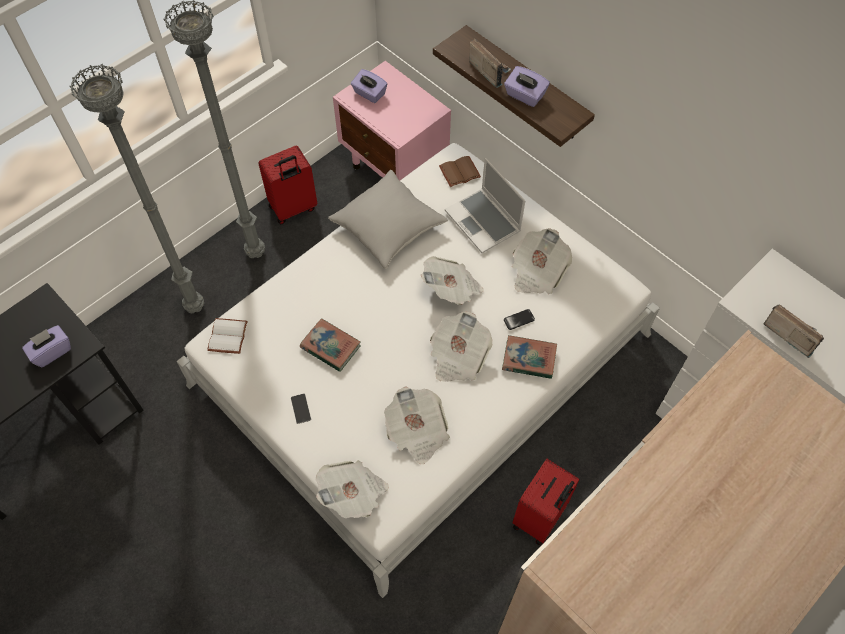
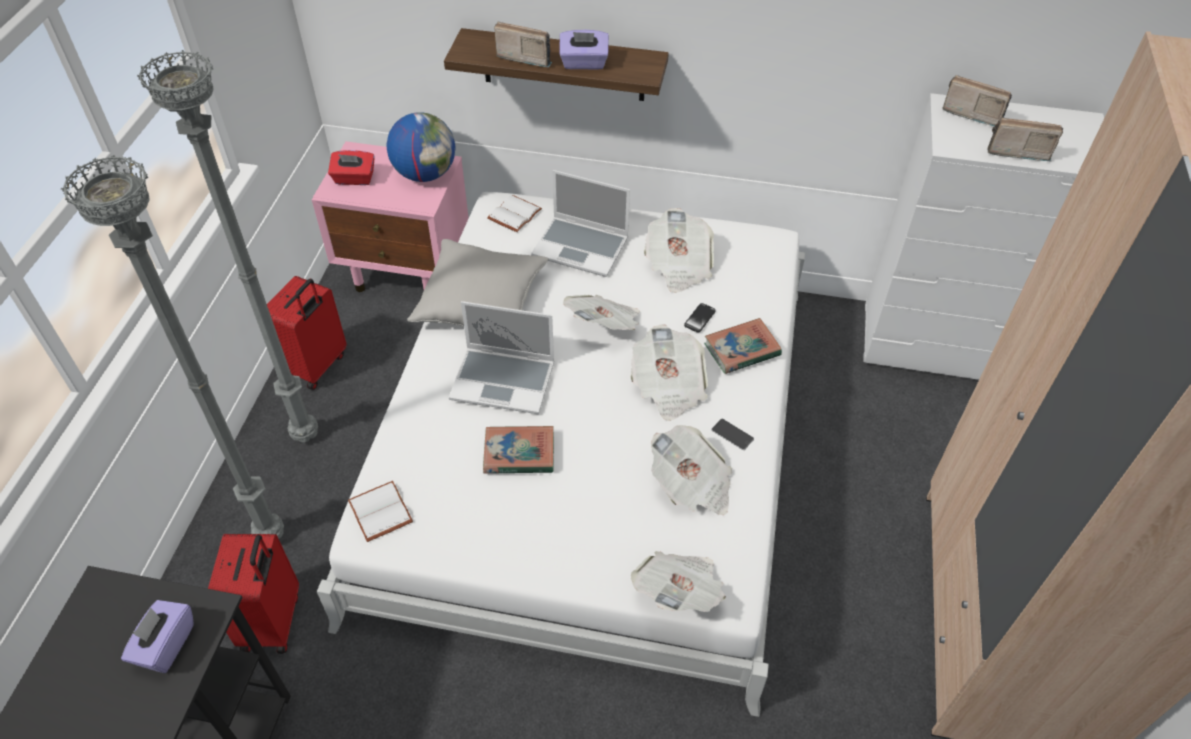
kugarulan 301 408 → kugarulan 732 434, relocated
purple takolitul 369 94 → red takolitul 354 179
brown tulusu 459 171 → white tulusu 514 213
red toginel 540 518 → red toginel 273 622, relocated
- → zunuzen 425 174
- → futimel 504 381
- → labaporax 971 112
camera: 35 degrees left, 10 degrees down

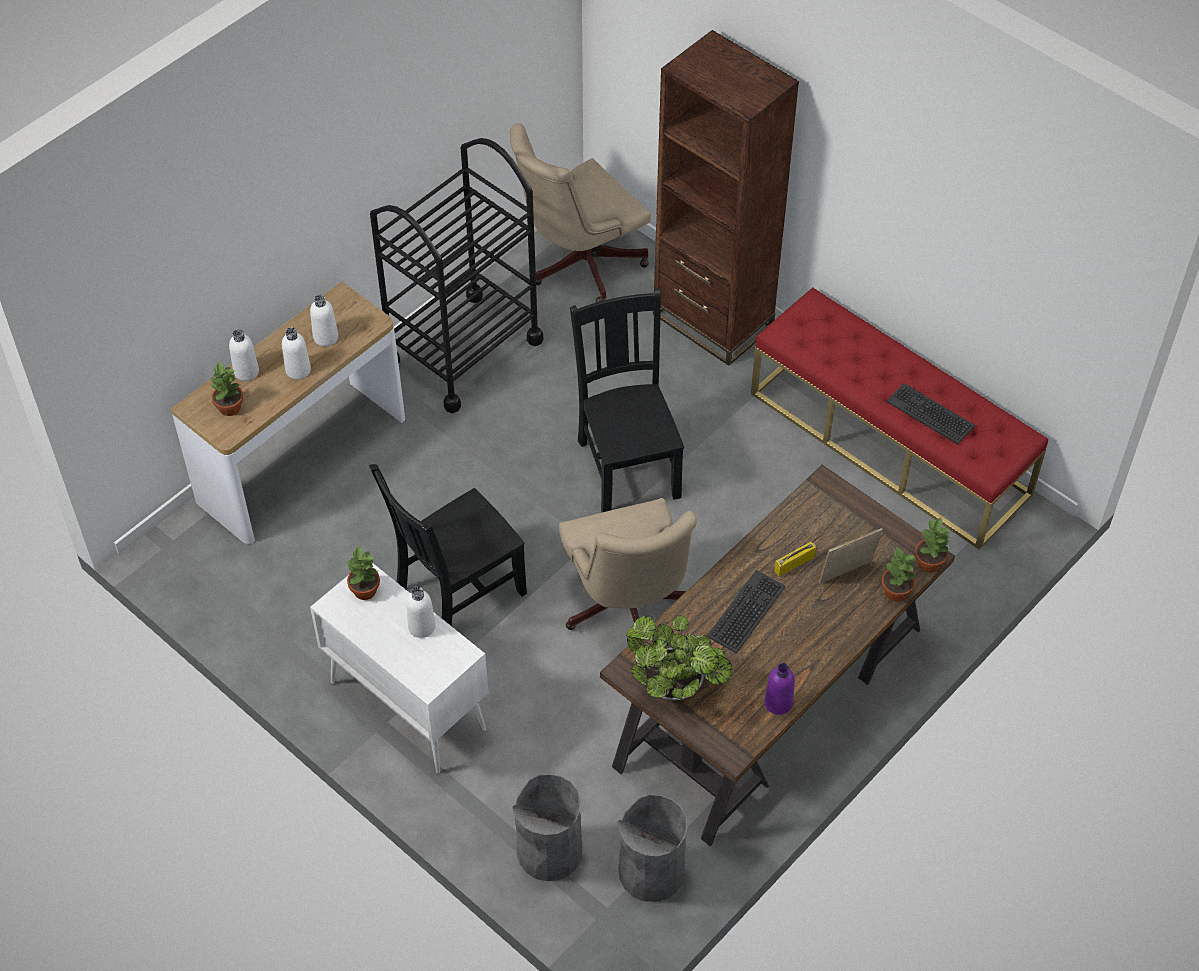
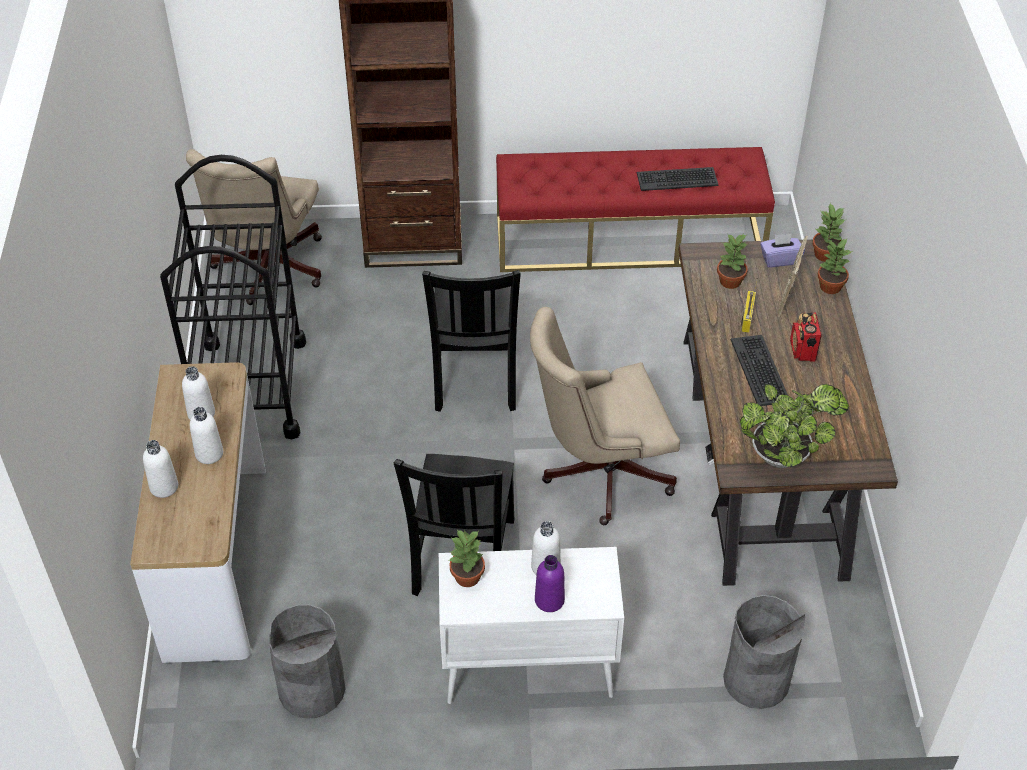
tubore 229 408 → tubore 730 281, relocated
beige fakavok 628 610 → beige fakavok 599 473, 135 degrees clockwise
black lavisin 628 465 → black lavisin 475 378, 120 degrees counterclockwise
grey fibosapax 651 871 → grey fibosapax 311 689, relocated
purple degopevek 778 703 → purple degopevek 549 600, relocated
- → purple takolitul 780 259
- → labaporax 803 351
camera: 45 degrees left, 5 degrees down

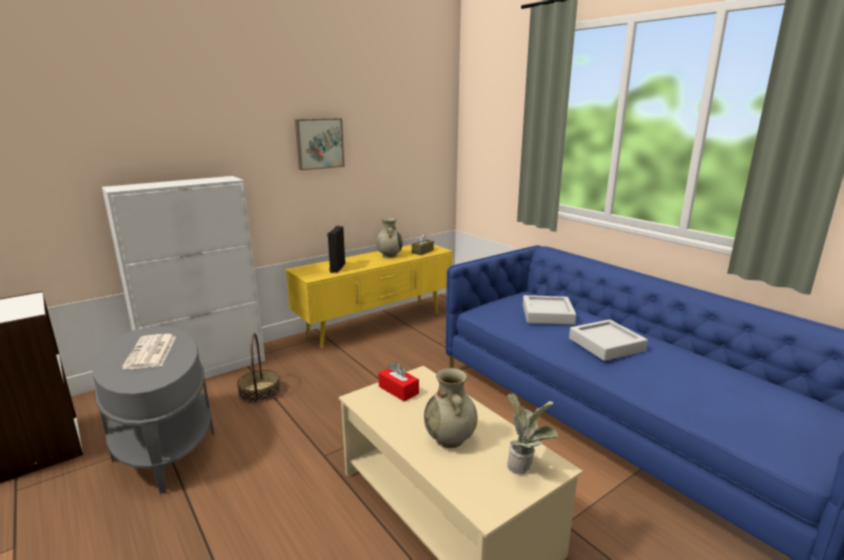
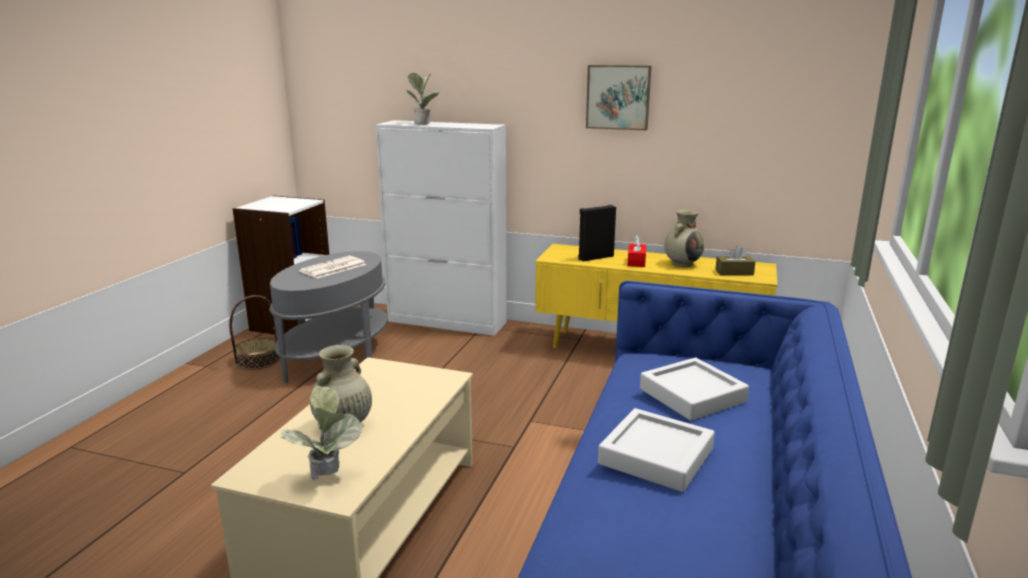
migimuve 260 392 → migimuve 258 360, relocated
red takolitul 398 390 → red takolitul 636 261, relocated
- → tubore 424 123
camera: 55 degrees right, 0 degrees up

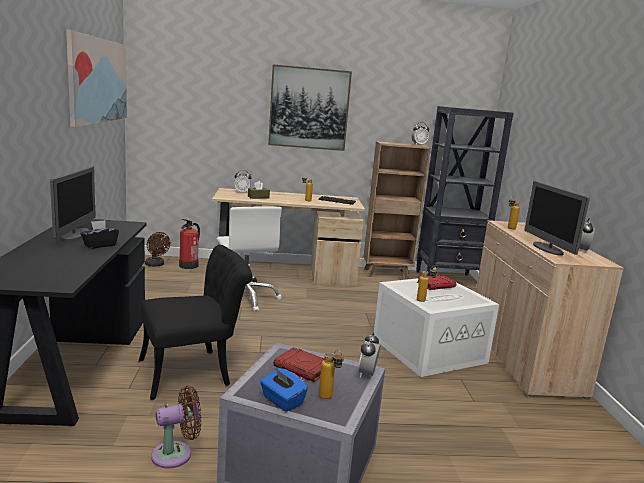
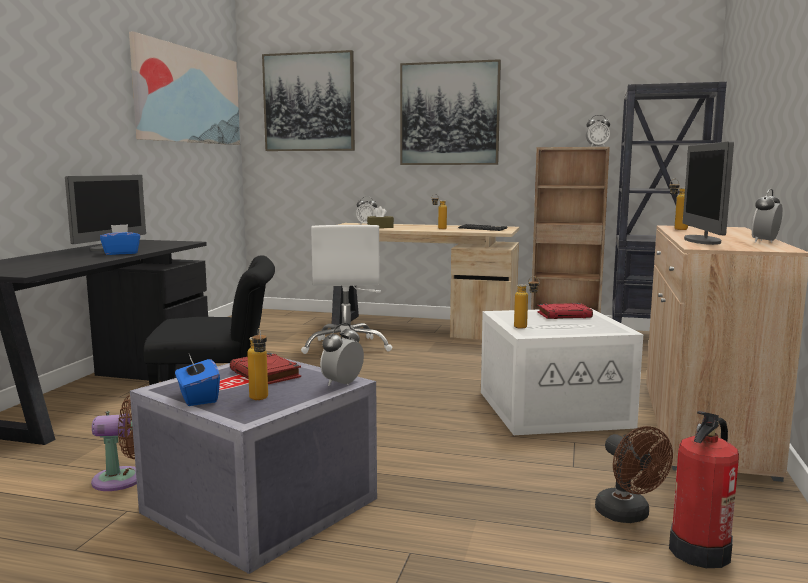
black takolitul 100 245 → blue takolitul 121 253
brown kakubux 156 265 → brown kakubux 628 515, relocated
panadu 189 266 → panadu 700 551, relocated
- → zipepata 309 102
camera: 20 degrees right, 5 degrees down

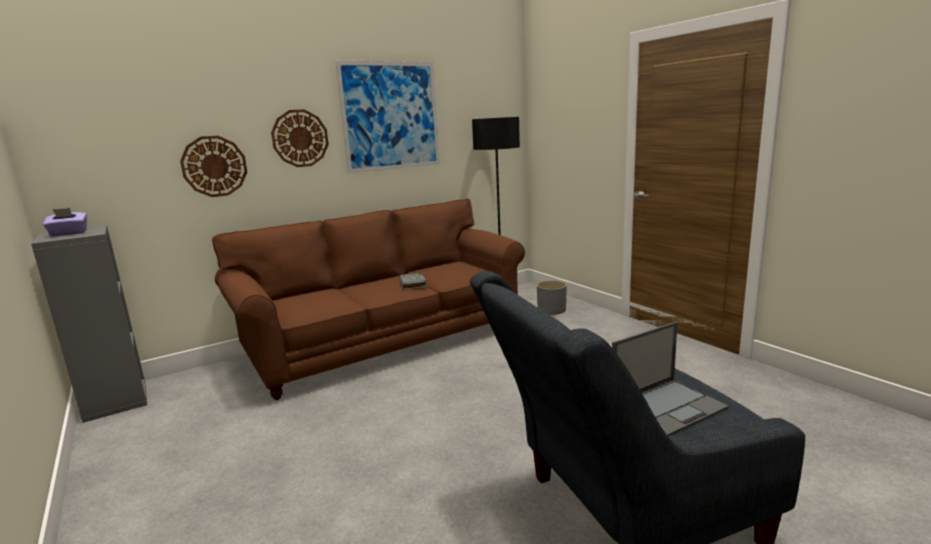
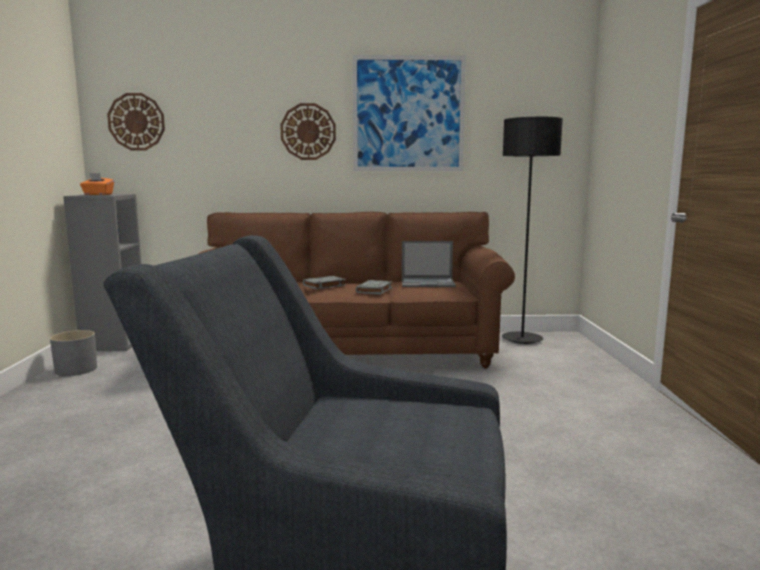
purple takolitul 69 234 → orange takolitul 98 194
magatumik 214 166 → magatumik 136 122, relocated
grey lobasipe 552 309 → grey lobasipe 76 369, relocated
futimel 668 407 → futimel 428 283, relocated
- → grey tulusu 324 285
camera: 30 degrees right, 5 degrees down

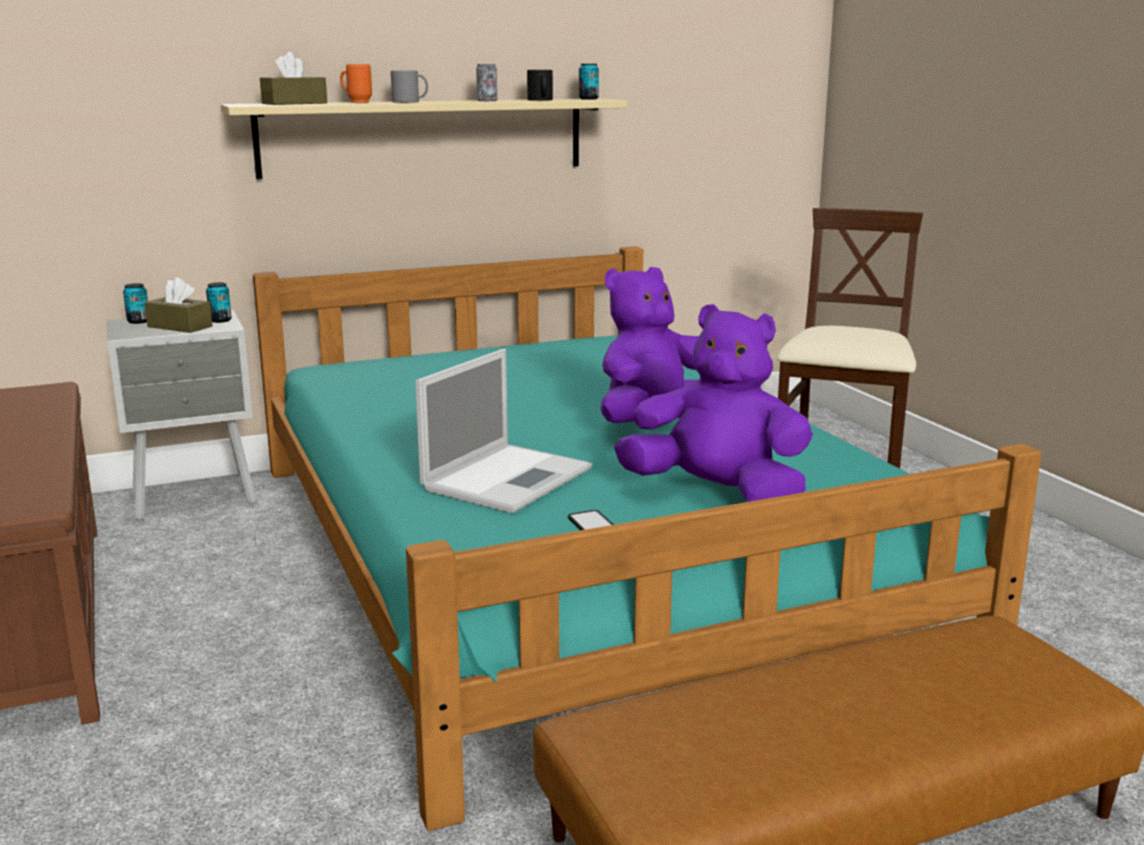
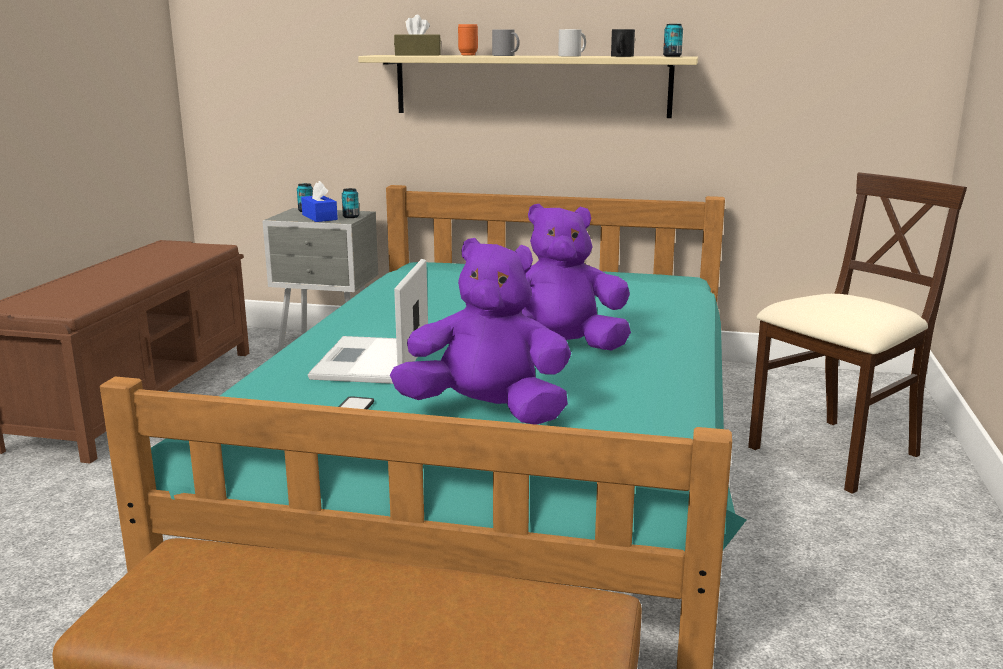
brown takolitul 180 326 → blue takolitul 319 217
futimel 509 478 → futimel 371 362, 120 degrees clockwise
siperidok 487 101 → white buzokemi 572 56
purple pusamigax 716 493 → purple pusamigax 487 411, 45 degrees counterclockwise
camera: 35 degrees right, 0 degrees up

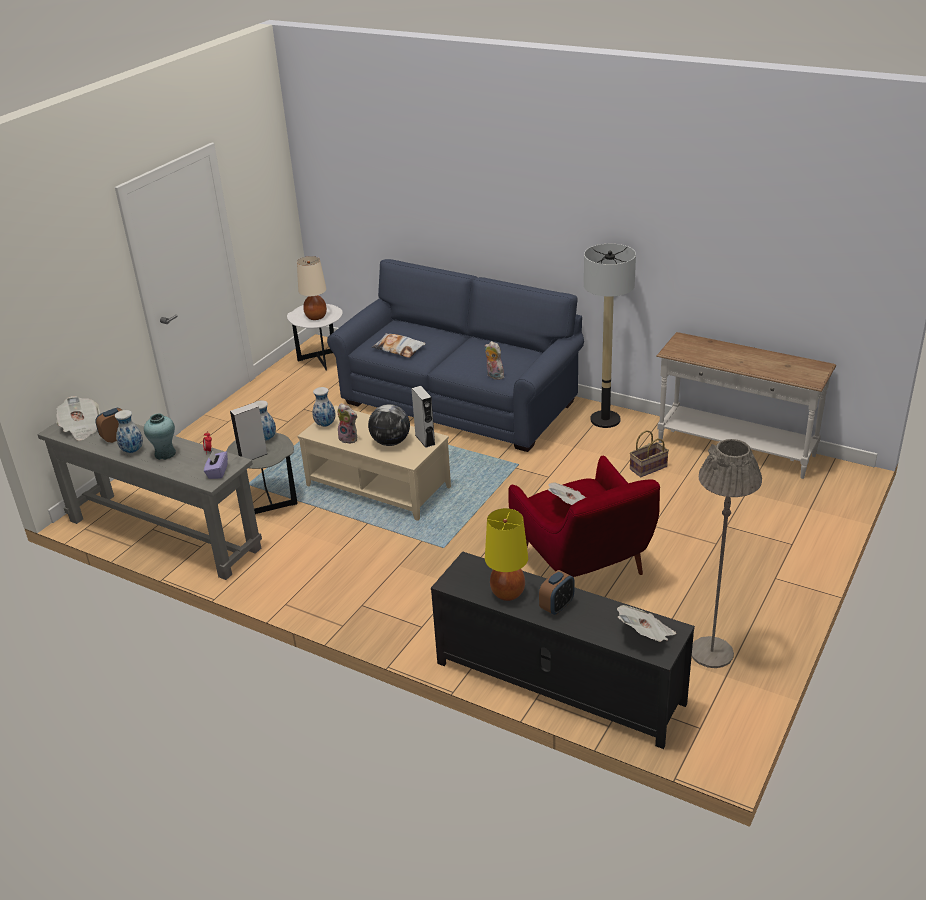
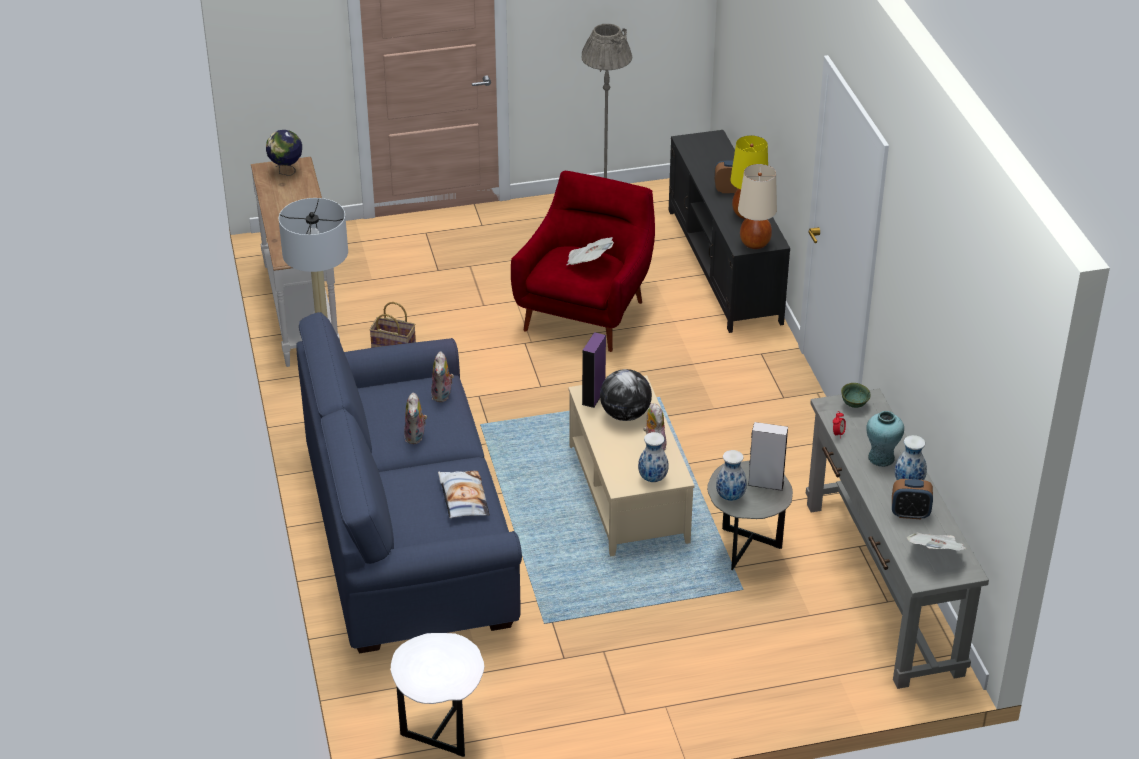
purple takolitul 217 472 → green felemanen 854 404
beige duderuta 316 317 → beige duderuta 754 243, relocated
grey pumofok 425 440 → purple pumofok 593 396
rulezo 645 635 → -
- → zunuzen 286 171
- → pusamigax 416 437
camera: 135 degrees left, 5 degrees up

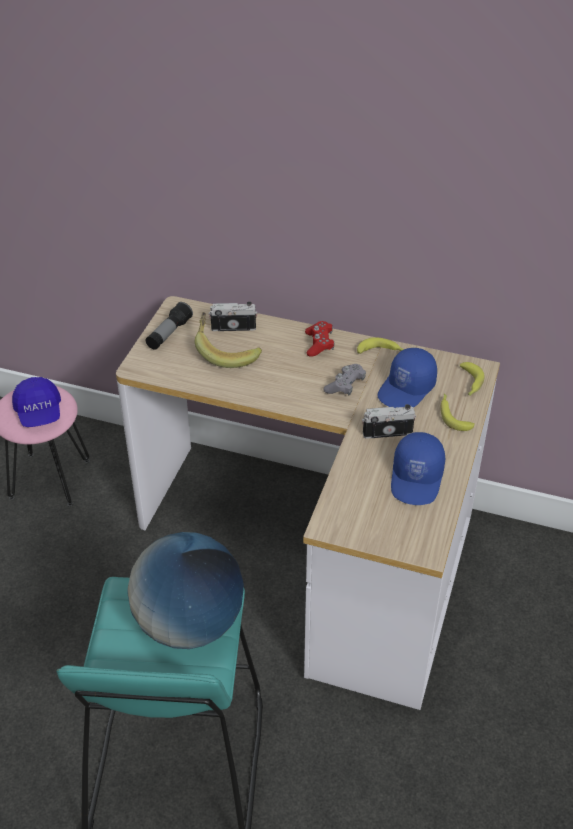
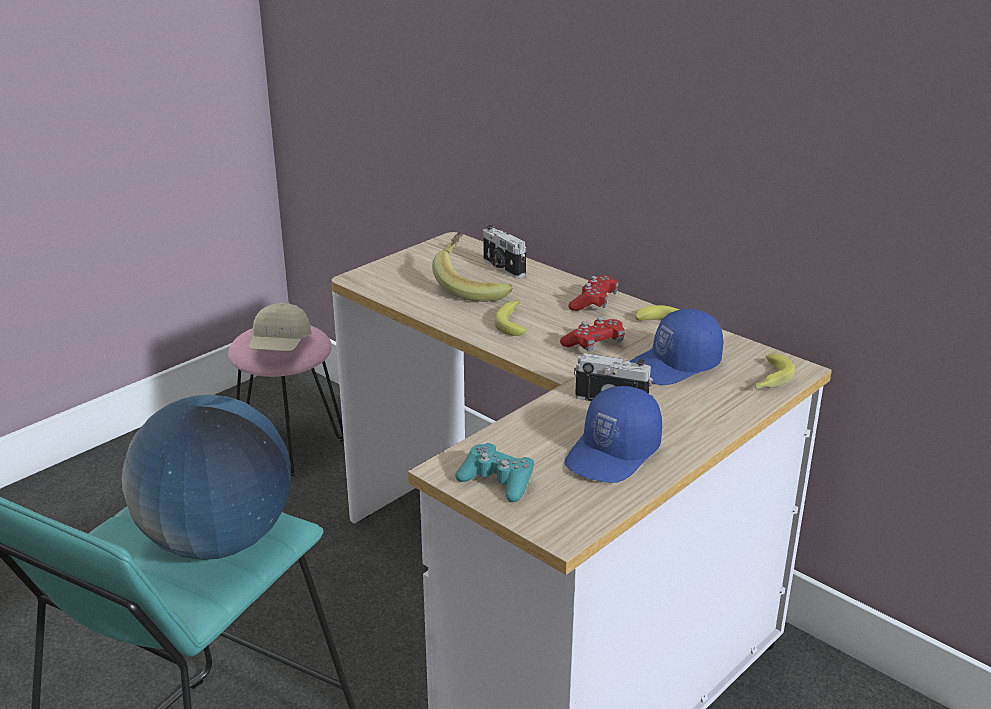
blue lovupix 39 413 → beige lovupix 280 345
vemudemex 169 334 → -
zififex 233 326 → zififex 502 268, 150 degrees counterclockwise
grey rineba 345 385 → red rineba 594 345
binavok 453 415 → binavok 514 321, relocated
- → turquoise rineba 497 482
camera: 25 degrees right, 15 degrees down

